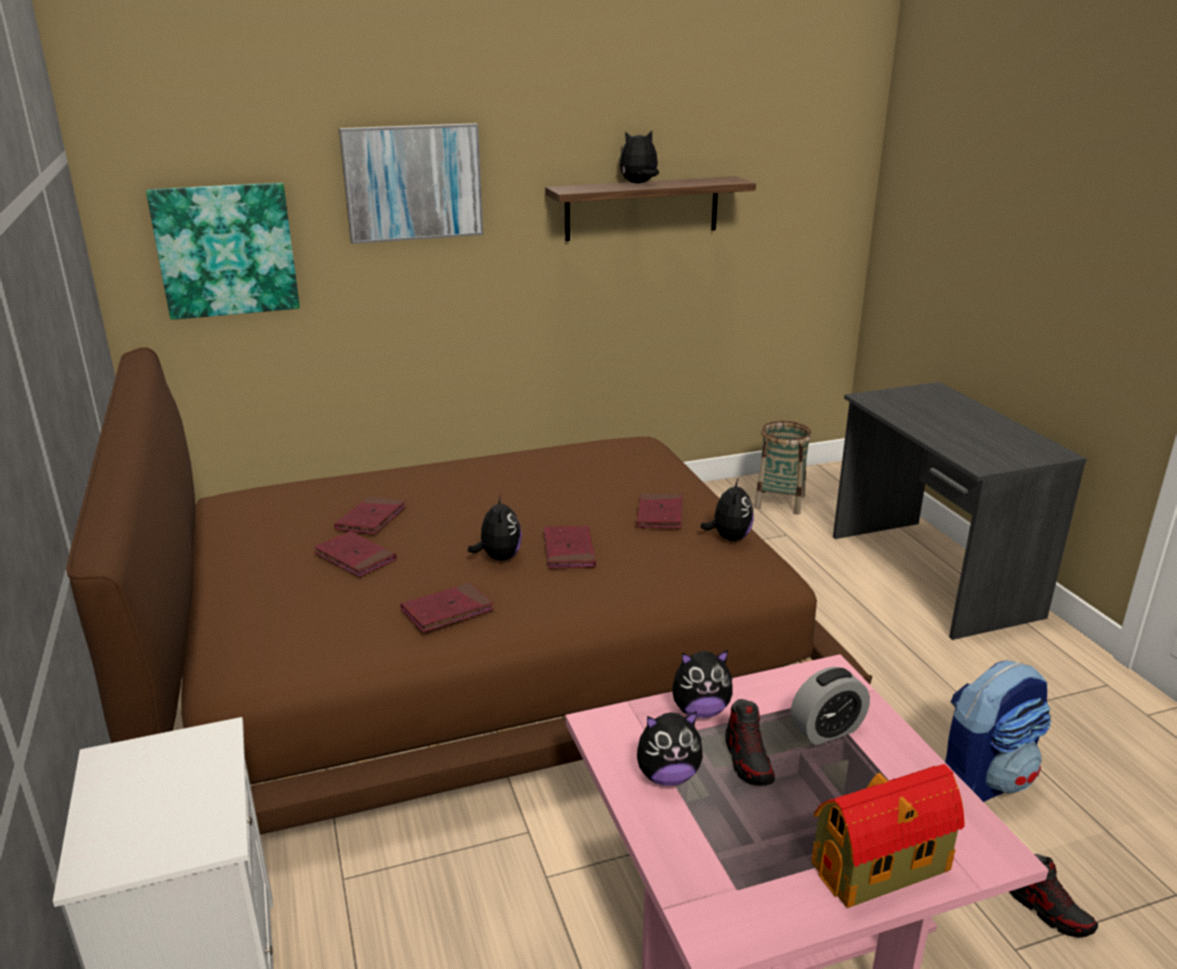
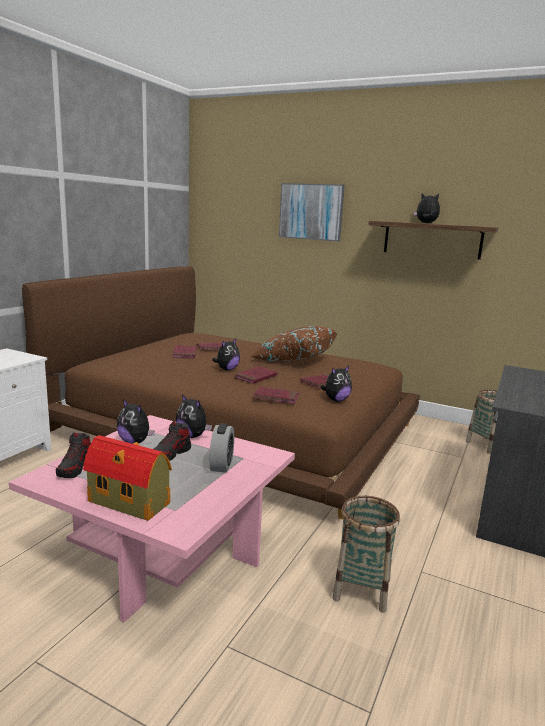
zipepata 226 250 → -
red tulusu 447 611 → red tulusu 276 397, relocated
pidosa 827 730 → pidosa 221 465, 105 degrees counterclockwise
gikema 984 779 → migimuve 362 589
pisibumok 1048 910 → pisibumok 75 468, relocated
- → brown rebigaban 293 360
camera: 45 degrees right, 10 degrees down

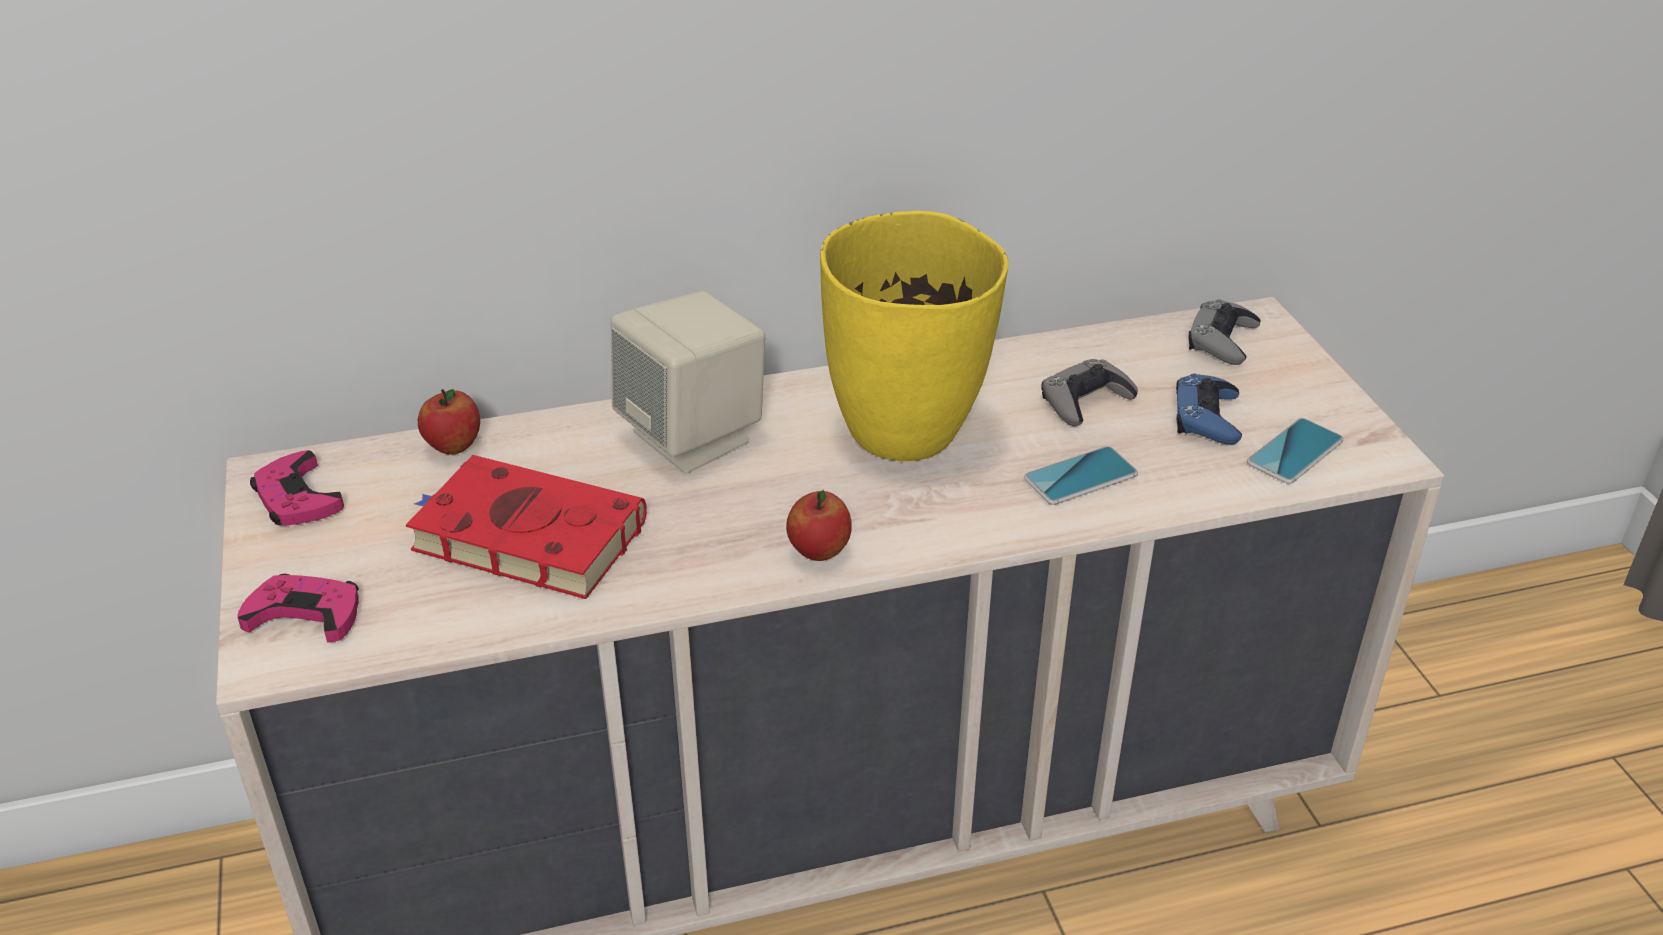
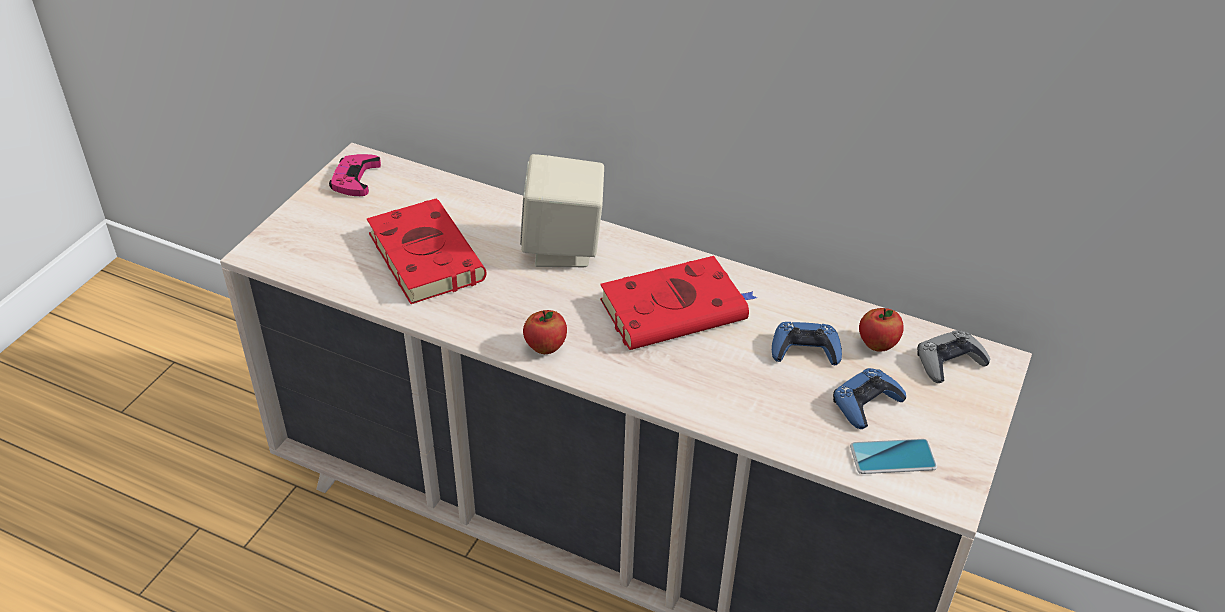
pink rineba 305 614 → -
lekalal 453 446 → lekalal 877 344, relocated
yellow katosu 907 432 → red tulusu 676 309
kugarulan 1080 477 → -
grey rineba 1085 401 → blue rineba 805 350
camera: 40 degrees right, 5 degrees up

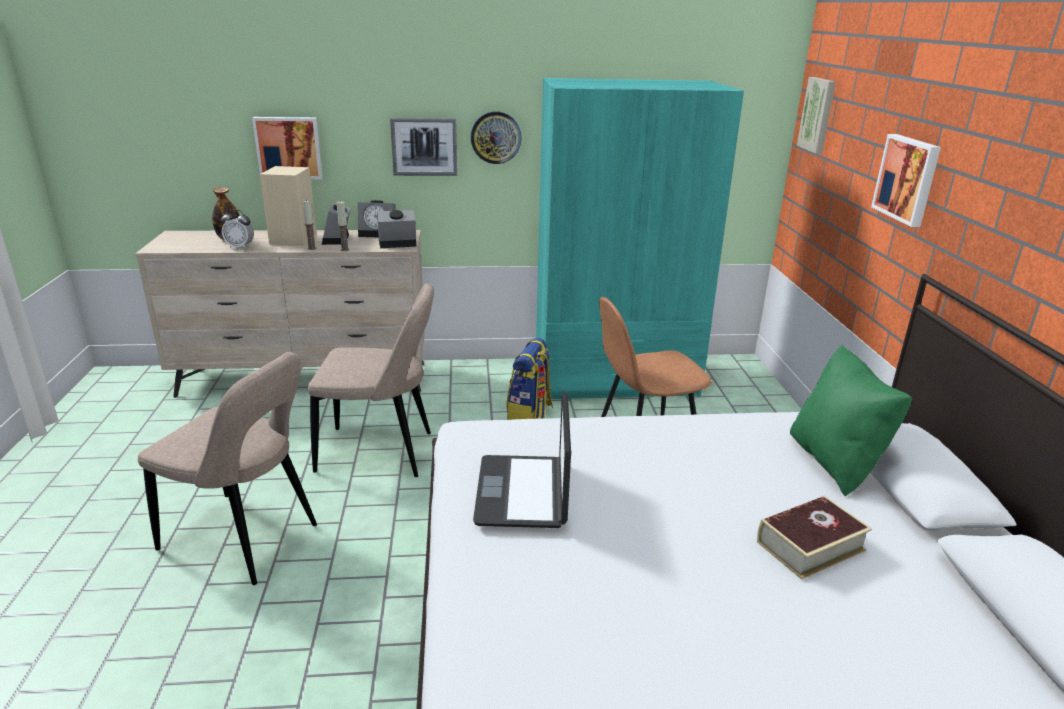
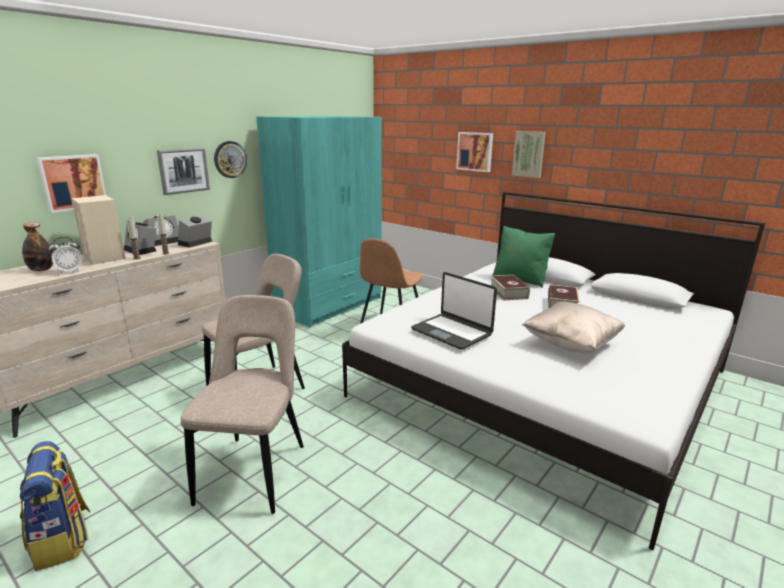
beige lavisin 245 539 → beige lavisin 255 469, 60 degrees counterclockwise
gikema 530 417 → gikema 63 540, relocated
zipepata 818 115 → zipepata 529 154, relocated
- → tulusu 508 292
- → beige rebigaban 571 344
camera: 45 degrees left, 5 degrees down

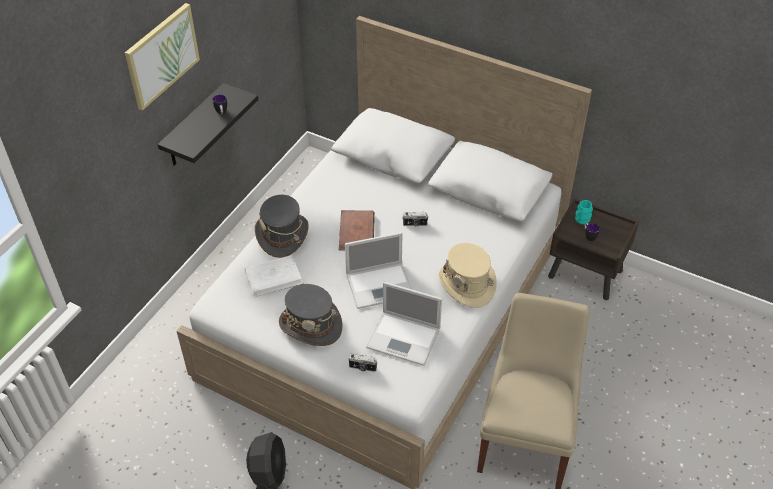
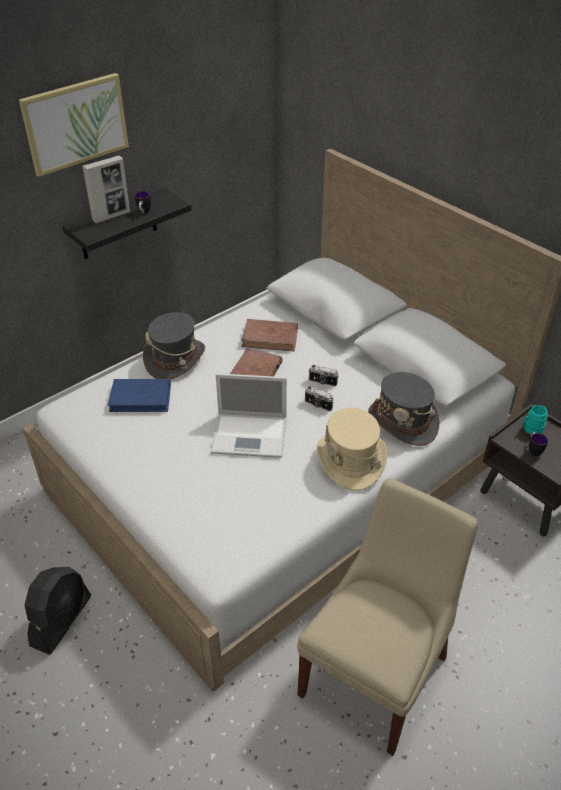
white tulusu 274 278 → blue tulusu 141 398
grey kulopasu 311 325 → grey kulopasu 403 421, relocated
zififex 362 368 → zififex 318 405, relocated
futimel 405 338 → -
- → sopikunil 111 216
- → brown tulusu 270 338
camera: 20 degrees right, 5 degrees down

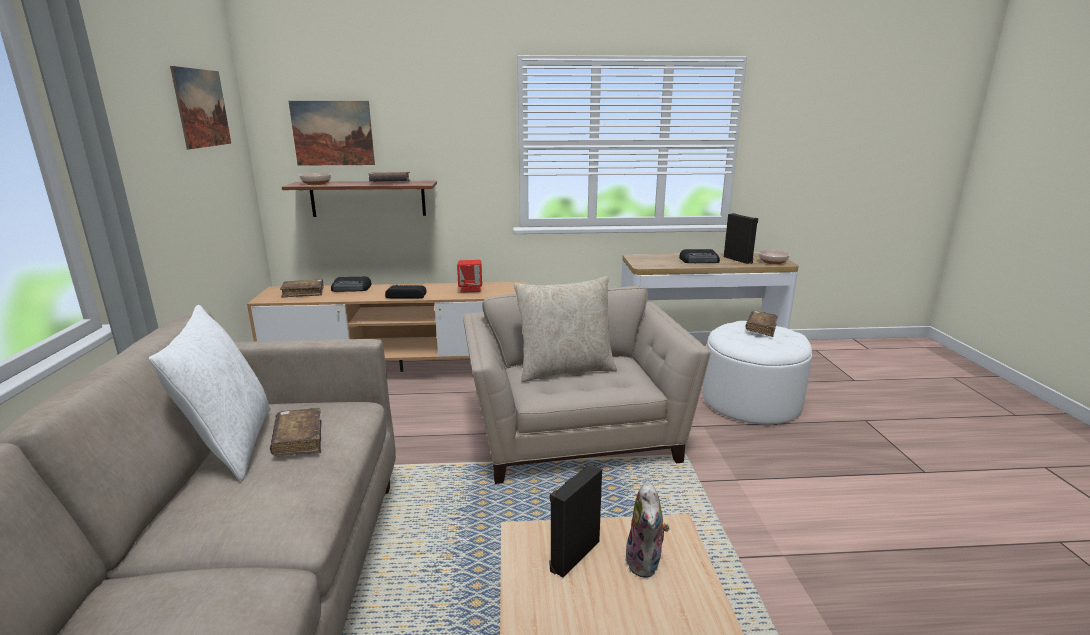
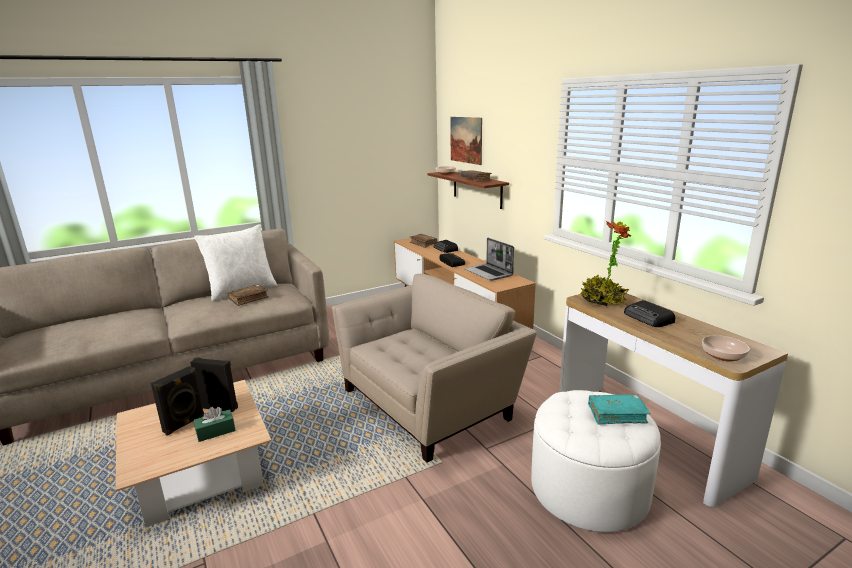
zipepata 202 108 → -
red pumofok 470 289 → futimel 489 273
beige rebigaban 565 370 → -
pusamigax 646 563 → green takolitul 216 431
black pumofok 738 260 → black pumofok 184 424, relocated
brown tulusu 761 328 → turquoise tulusu 617 414
- → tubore 602 301
camera: 65 degrees right, 0 degrees up

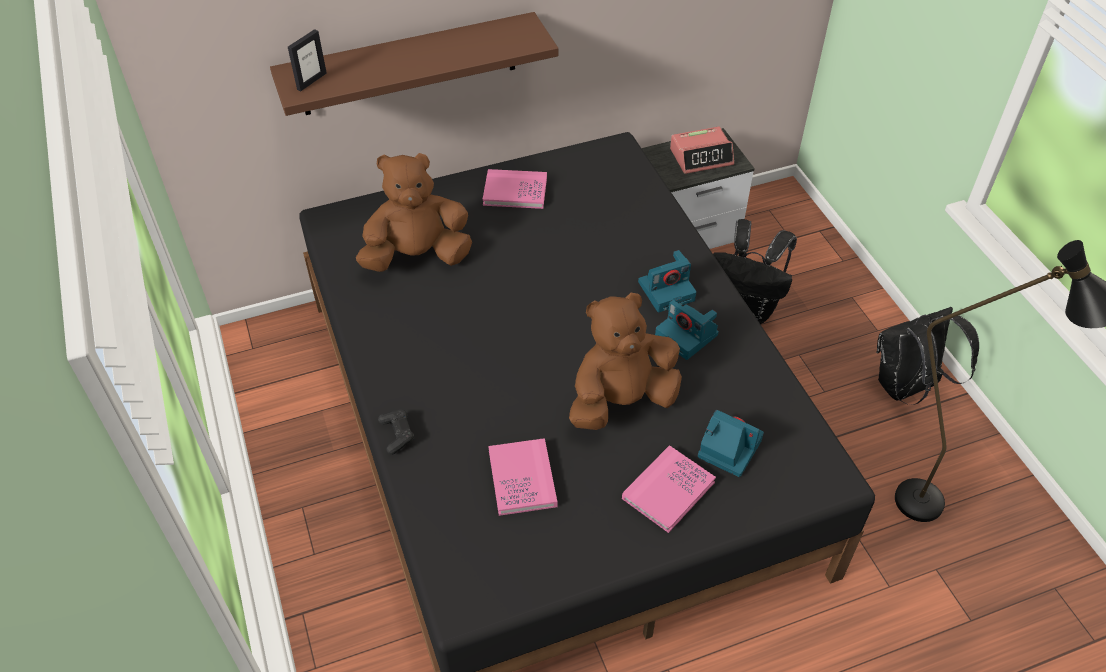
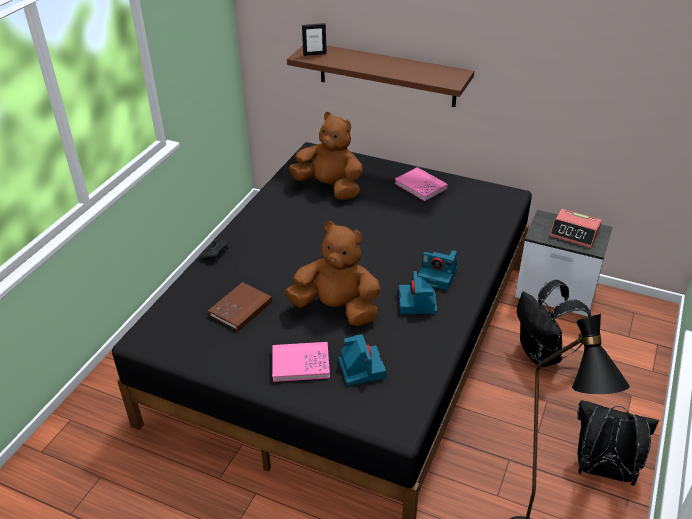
pink tulusu 522 479 → brown tulusu 240 308
camera: 45 degrees right, 10 degrees down

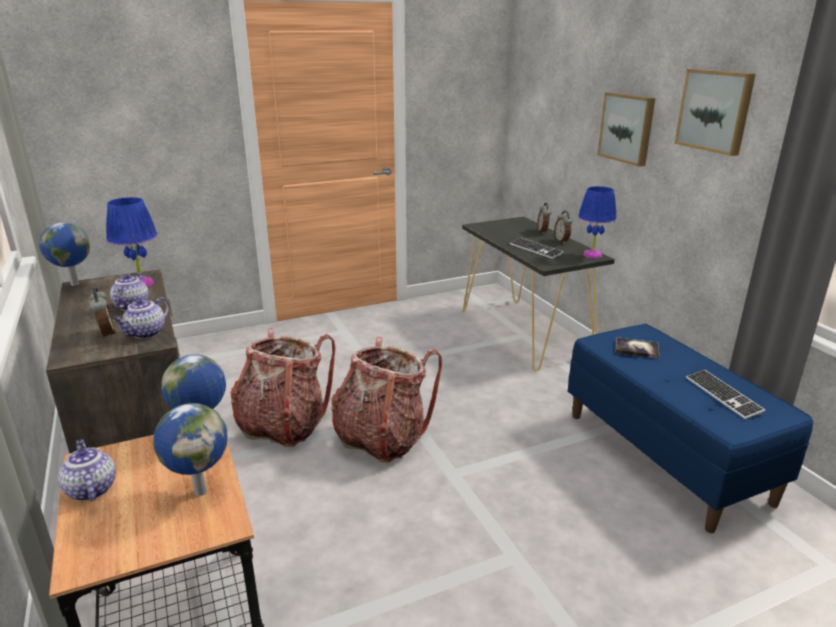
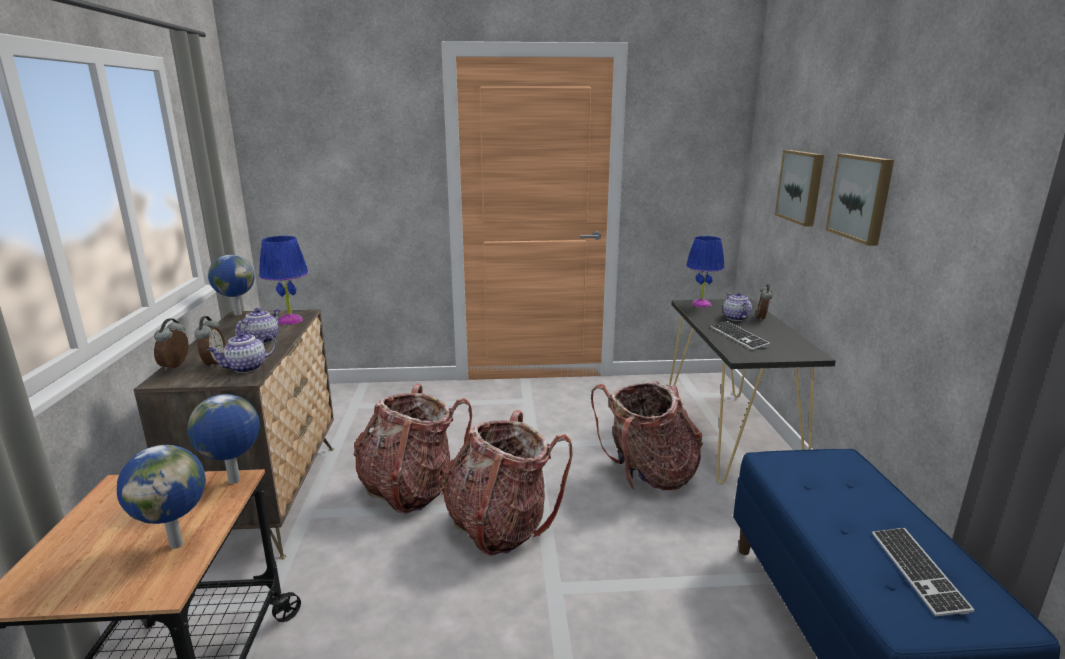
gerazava 91 489 → gerazava 735 318, relocated
pidosa 562 241 → pidosa 176 366, relocated
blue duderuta 592 255 → blue duderuta 701 304, relocated
tulusu 636 349 → -
zipepata 715 111 → zipepata 801 186, relocated
- → gikema 648 475
camera: 20 degrees right, 5 degrees down

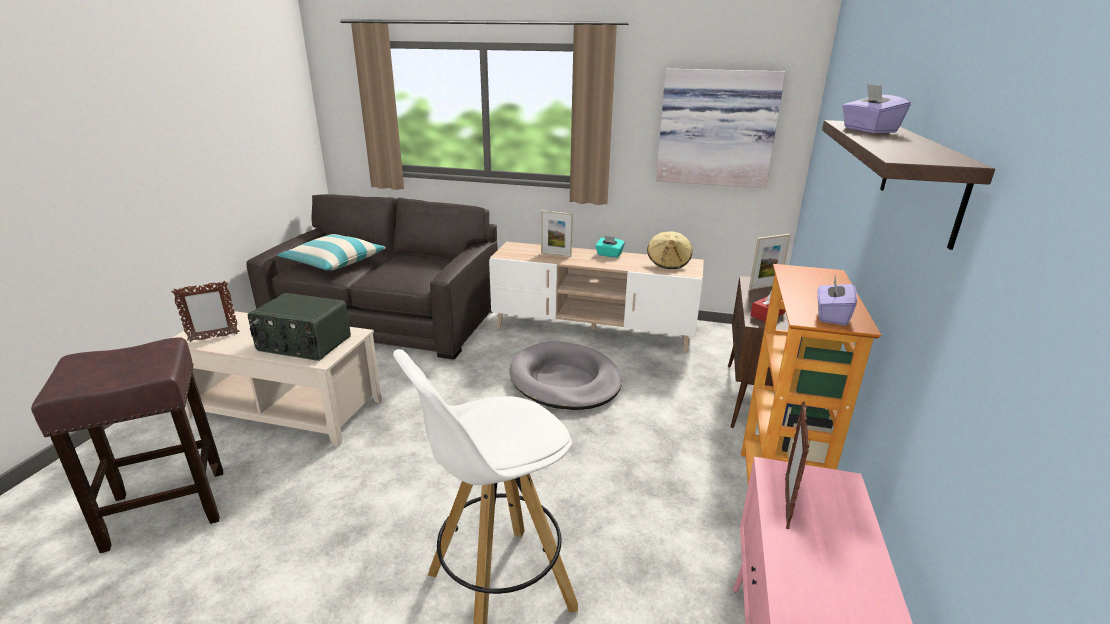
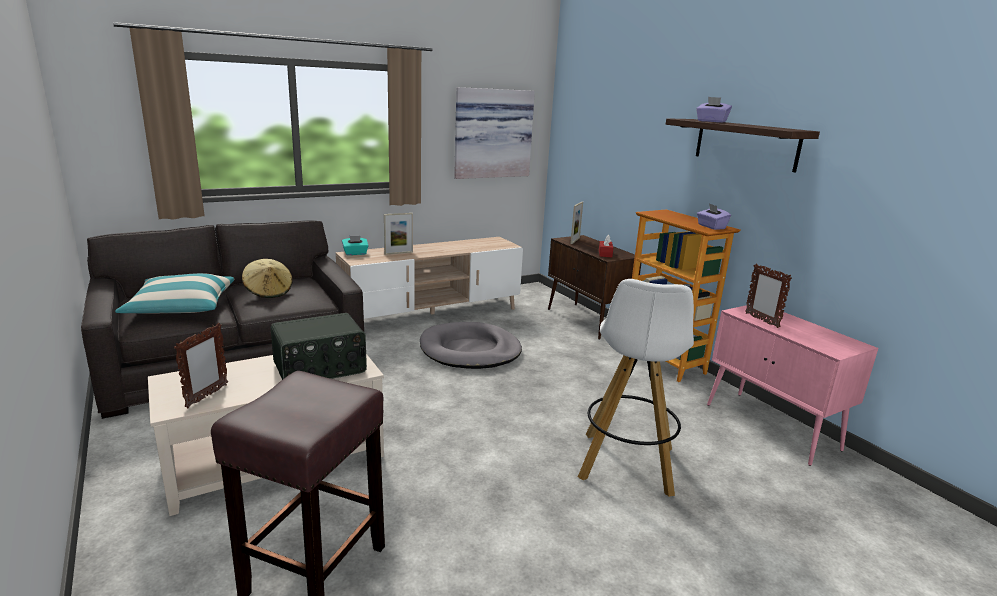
turquoise takolitul 609 255 → turquoise takolitul 355 253, relocated
beige kulopasu 668 263 → beige kulopasu 268 292, relocated
camera: 45 degrees left, 5 degrees down

